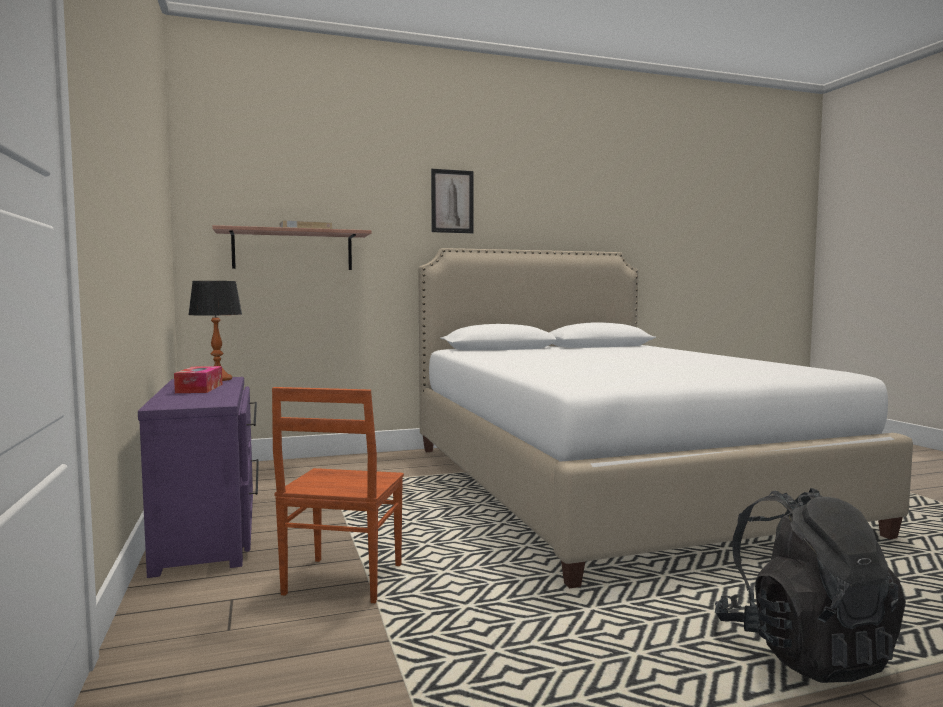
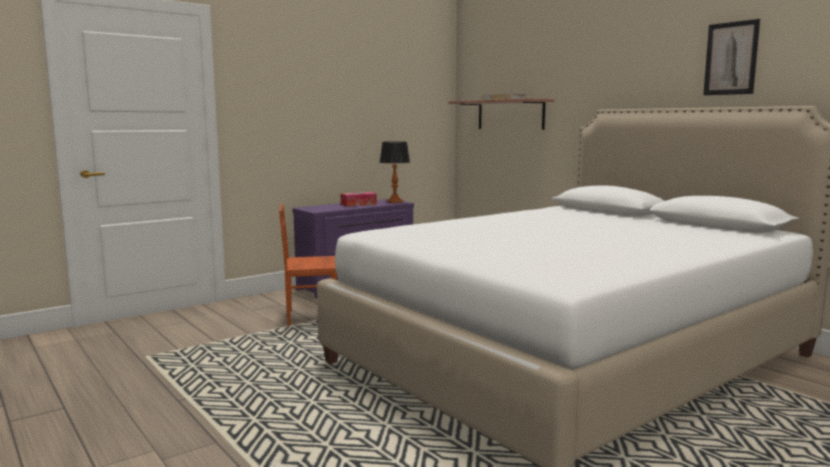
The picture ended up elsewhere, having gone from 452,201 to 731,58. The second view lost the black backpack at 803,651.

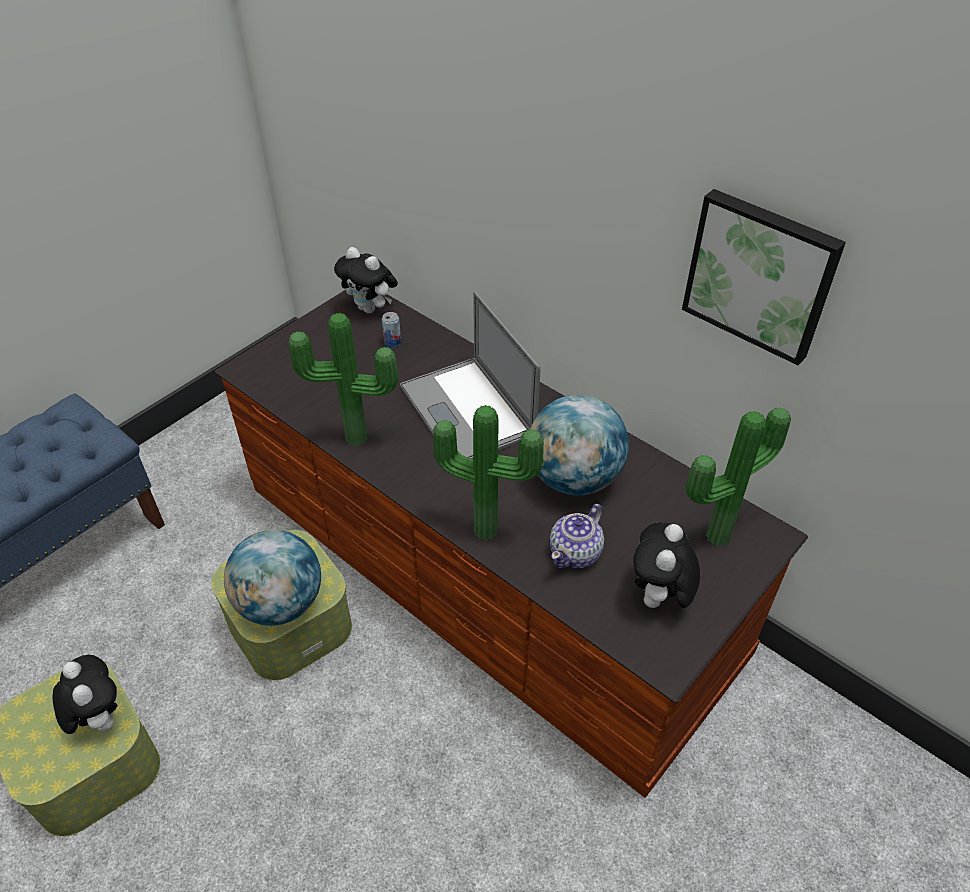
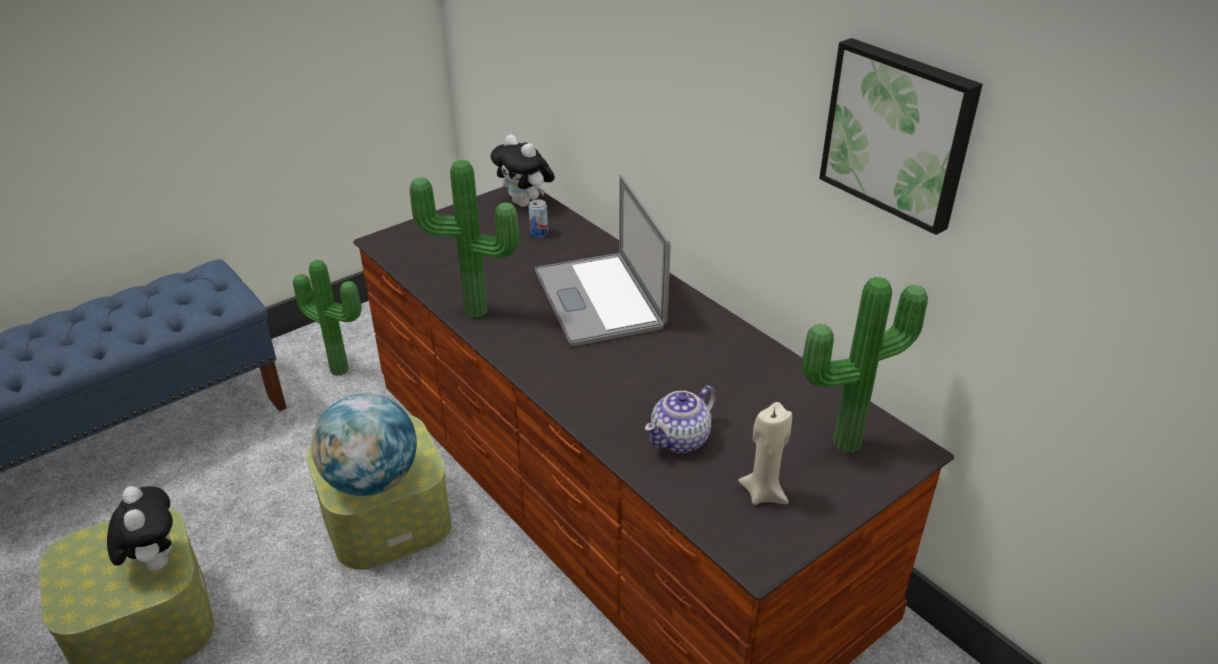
The second view lost the globe at 573,478. The potted plant ended up elsewhere, having gone from 486,527 to 341,368. Where the plush toy stood at 659,597, the beige candle came to stand at 763,493.

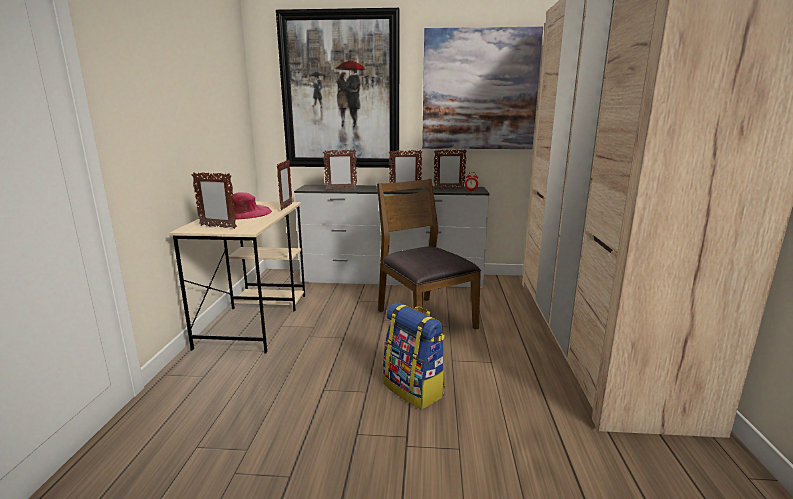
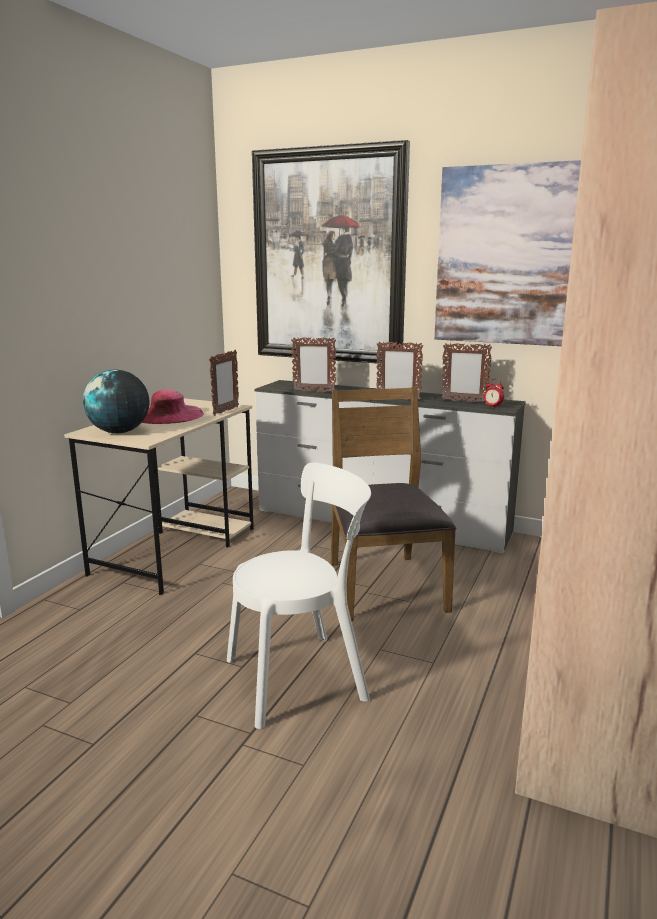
Where the picture frame stood at 217,227, the globe came to stand at 120,432. Where the backpack stood at 414,389, the white chair came to stand at 302,677.

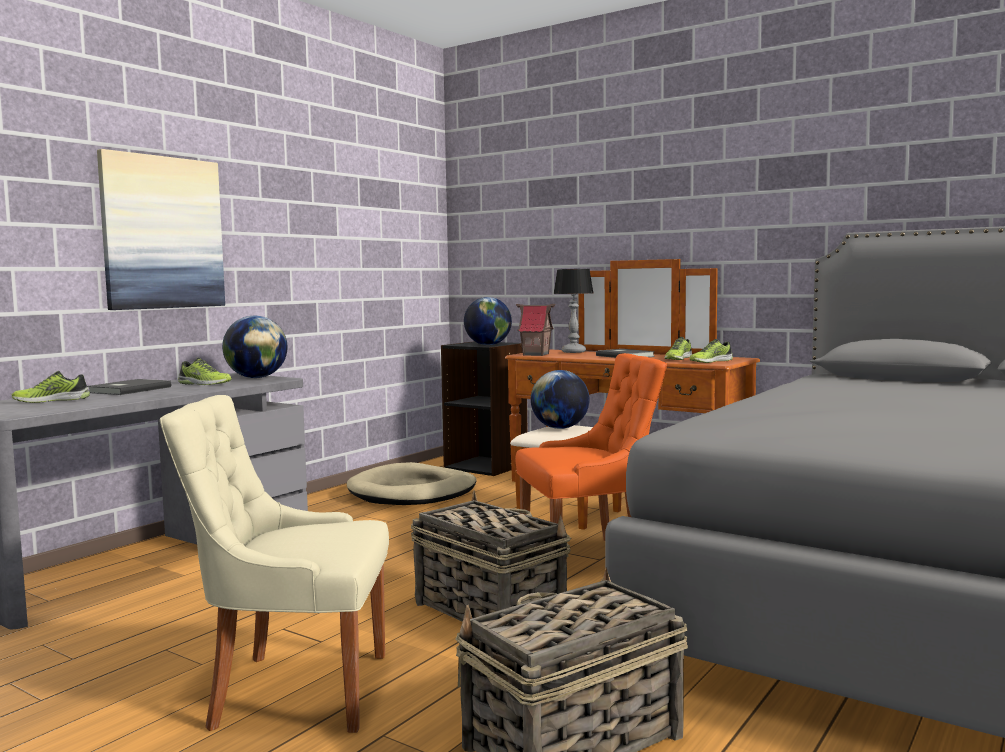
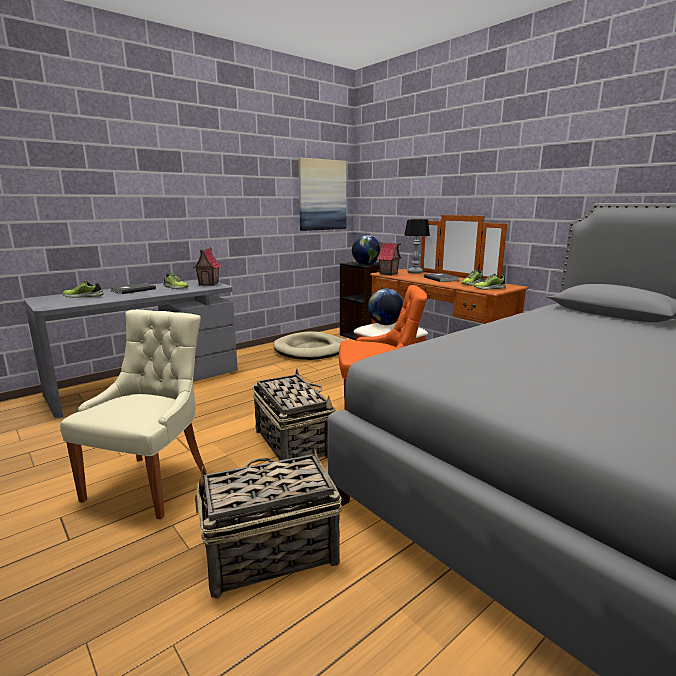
The picture ended up elsewhere, having gone from 162,233 to 322,195. Where the globe stood at 256,377, the toy house came to stand at 209,284. The beige chair at 294,690 ended up facing another way, 90 degrees clockwise from before.

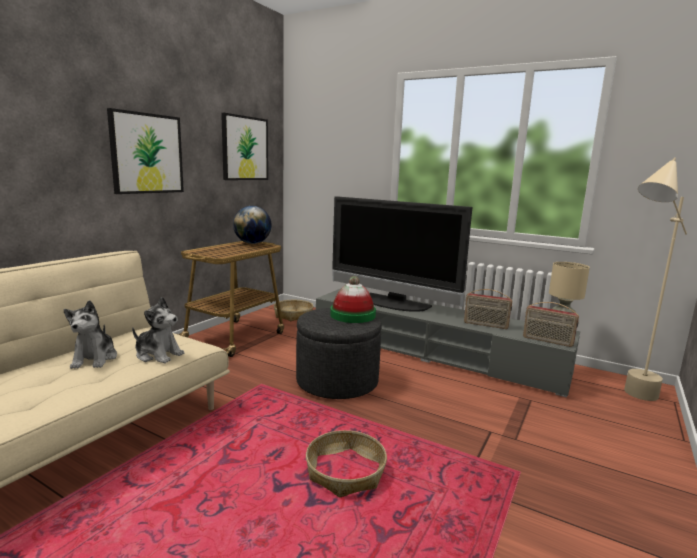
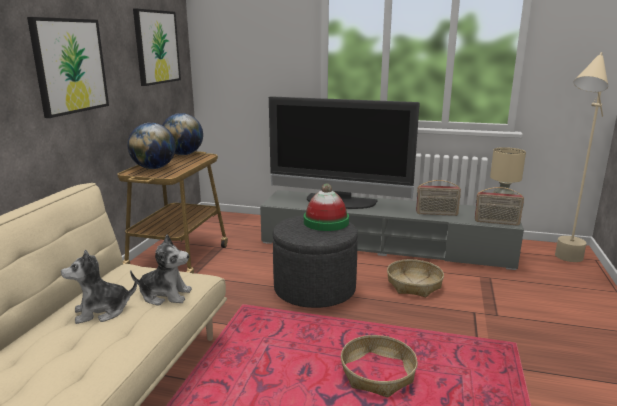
The plush toy at 95,359 ended up facing another way, 90 degrees clockwise from before. The basket ended up elsewhere, having gone from 293,315 to 414,285. The second view gained the globe at 154,168.

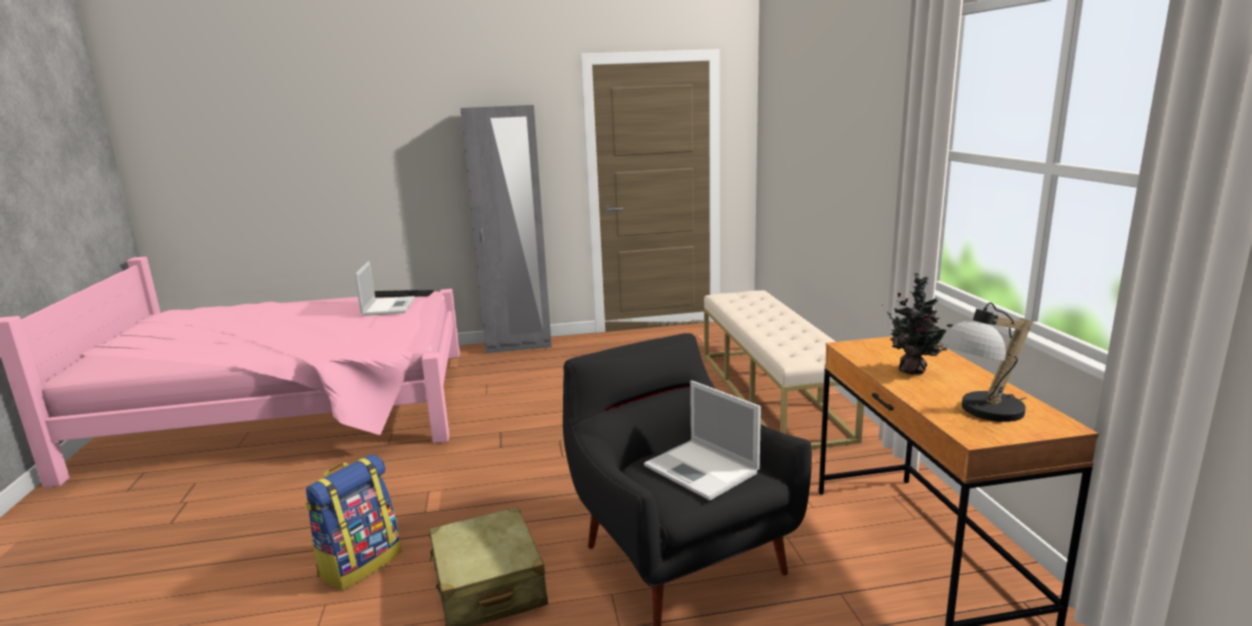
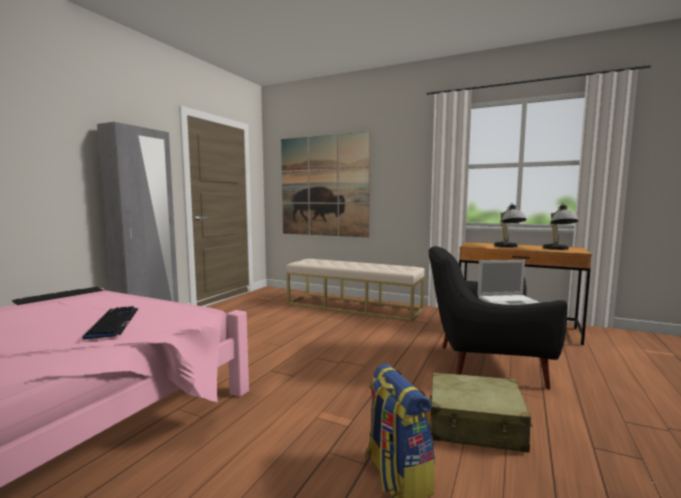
The second view lost the laptop at 388,306. Where the potted plant stood at 914,371, the table lamp came to stand at 508,247. The second view gained the picture at 323,186. The second view gained the keyboard at 113,323.

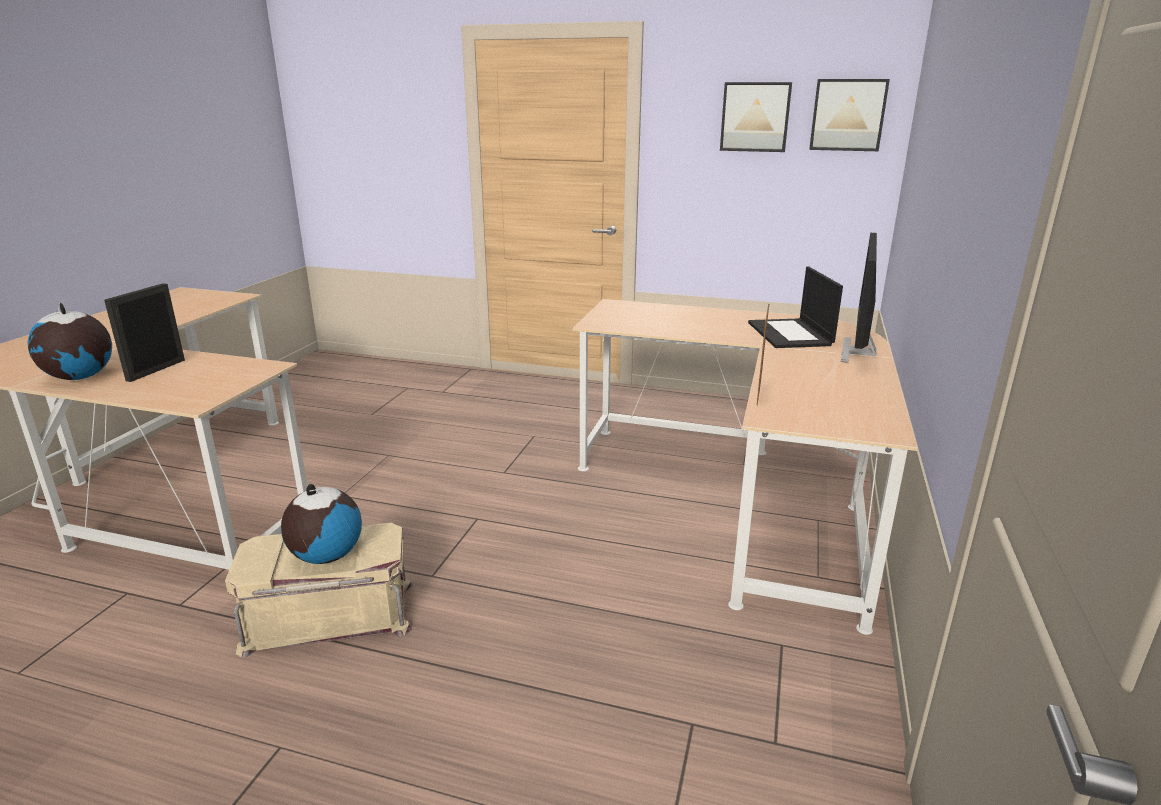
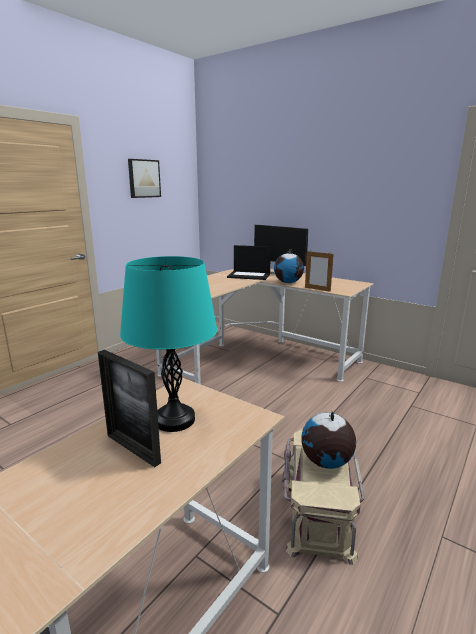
The second view lost the picture at 848,115. The globe ended up elsewhere, having gone from 80,377 to 288,282. The second view gained the turquoise table lamp at 174,420.

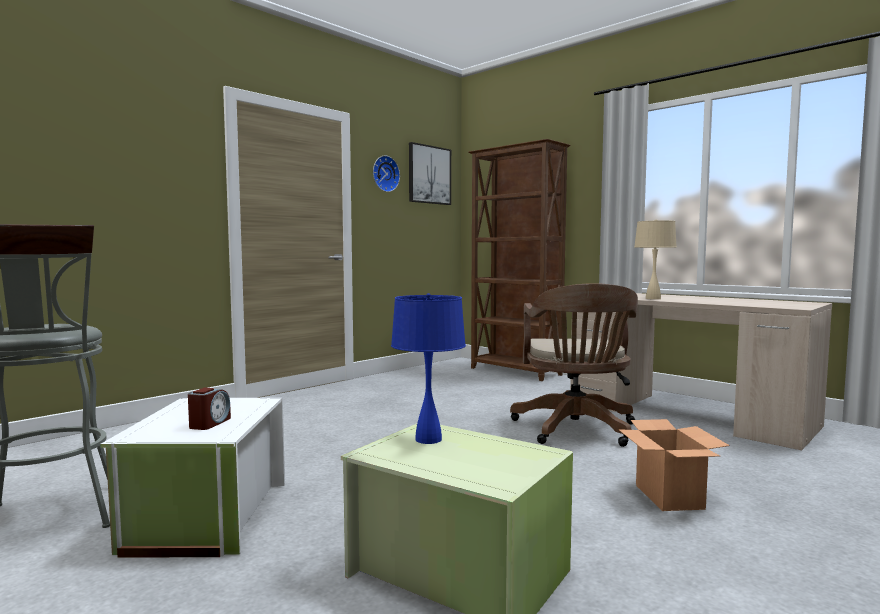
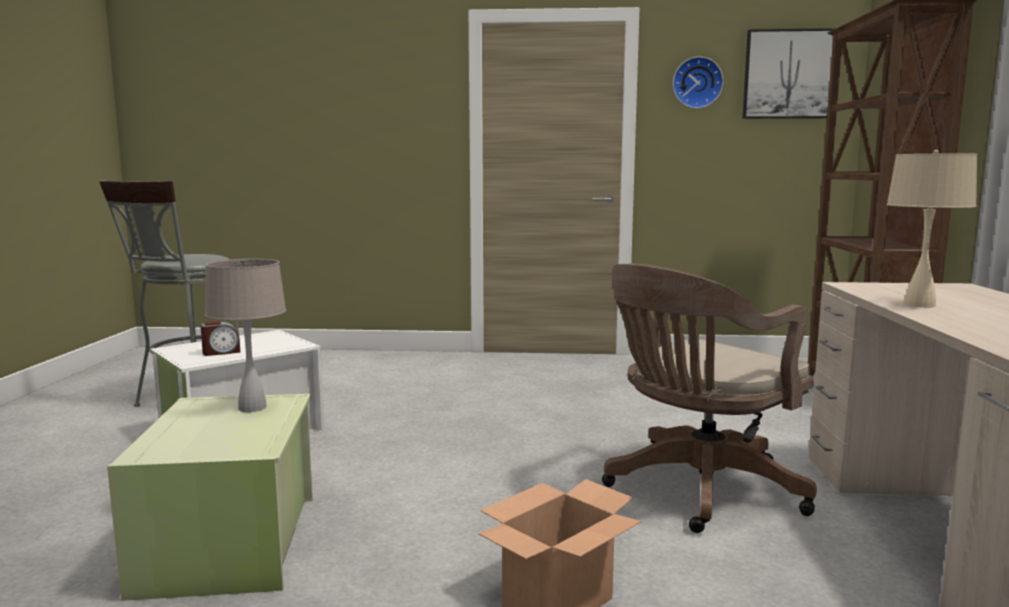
What was the blue table lamp at 429,439 turned into the beige table lamp at 252,407.

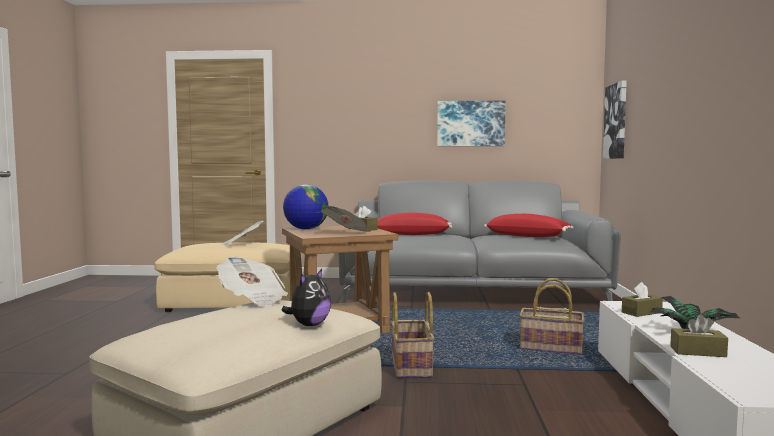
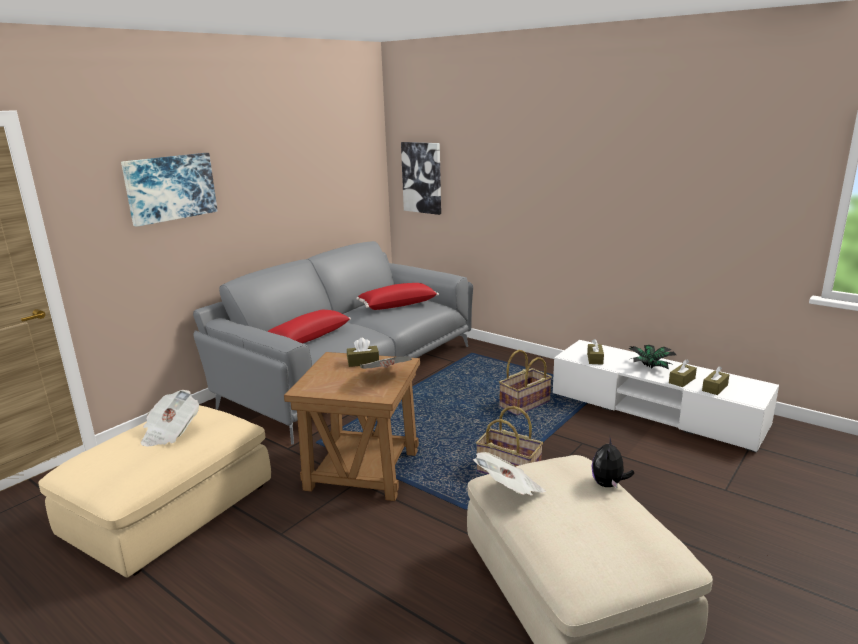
The picture ended up elsewhere, having gone from 470,123 to 170,188. The second view lost the globe at 305,229. The plush toy at 309,325 ended up facing another way, 135 degrees counterclockwise from before. The second view gained the brown tissue box at 715,388.

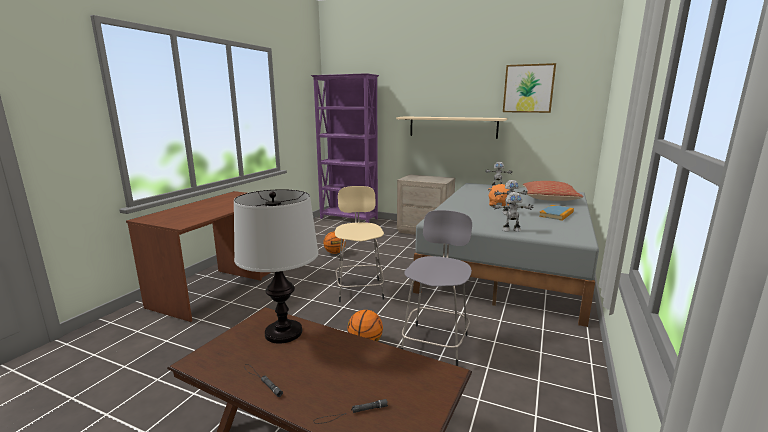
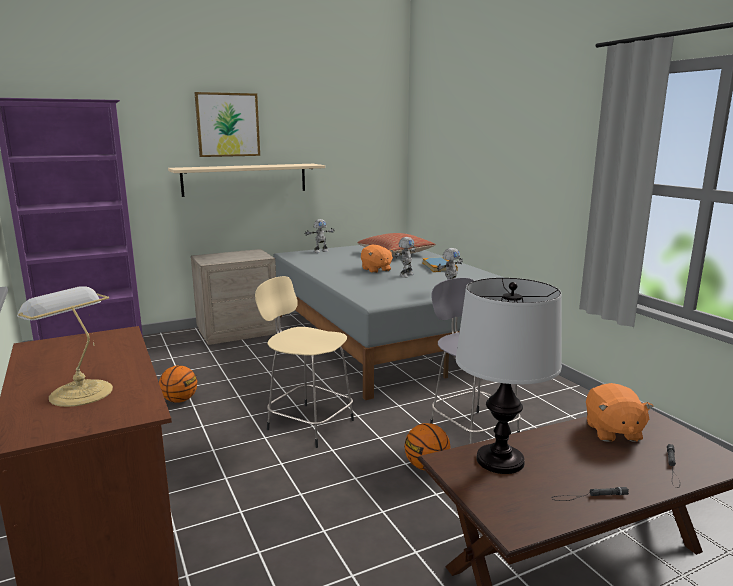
The picture ended up elsewhere, having gone from 528,88 to 228,125. The second view gained the table lamp at 78,392. The second view gained the orange plush toy at 612,431.

